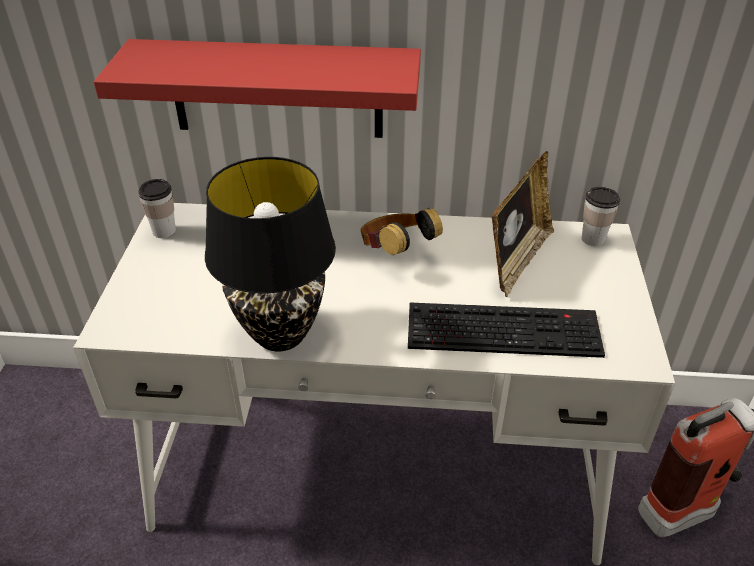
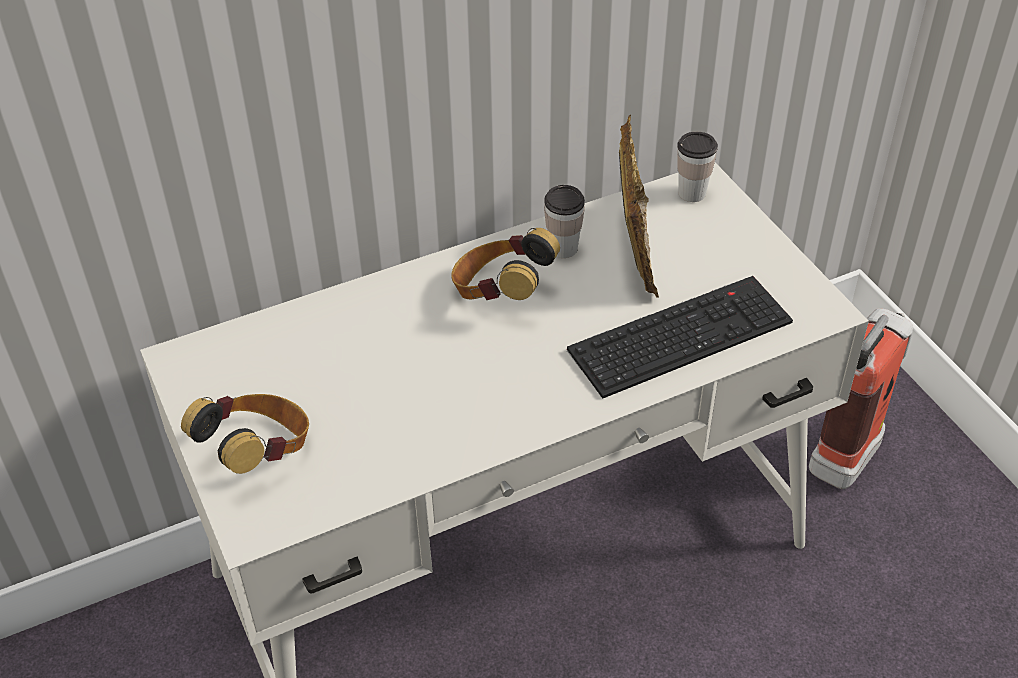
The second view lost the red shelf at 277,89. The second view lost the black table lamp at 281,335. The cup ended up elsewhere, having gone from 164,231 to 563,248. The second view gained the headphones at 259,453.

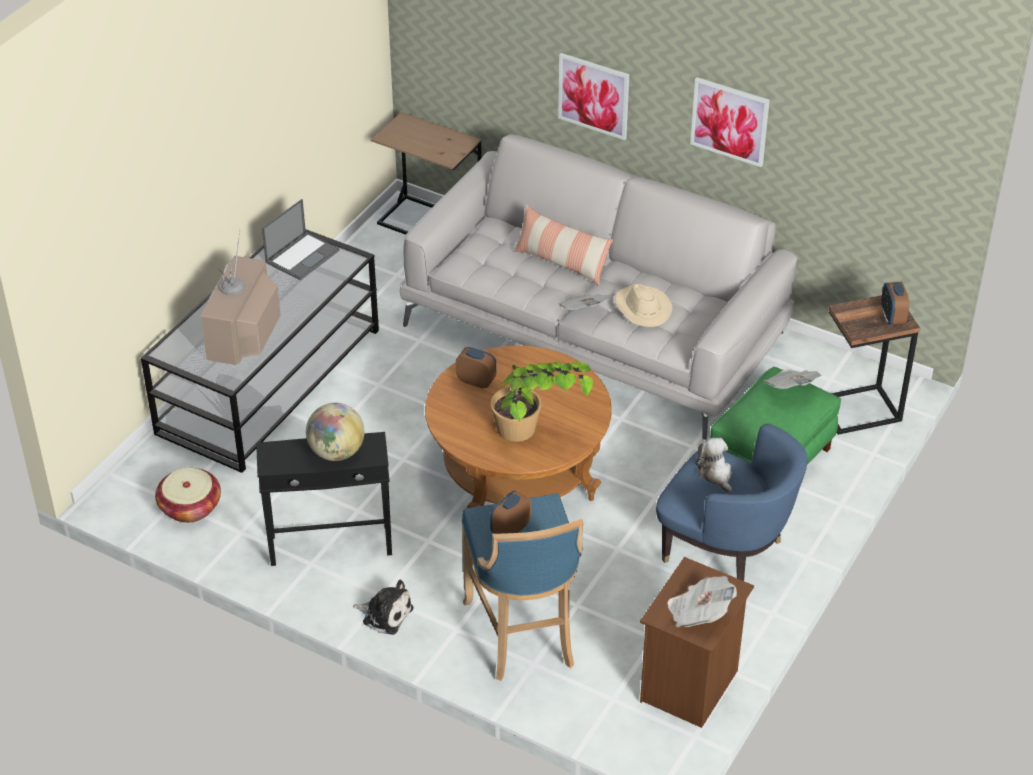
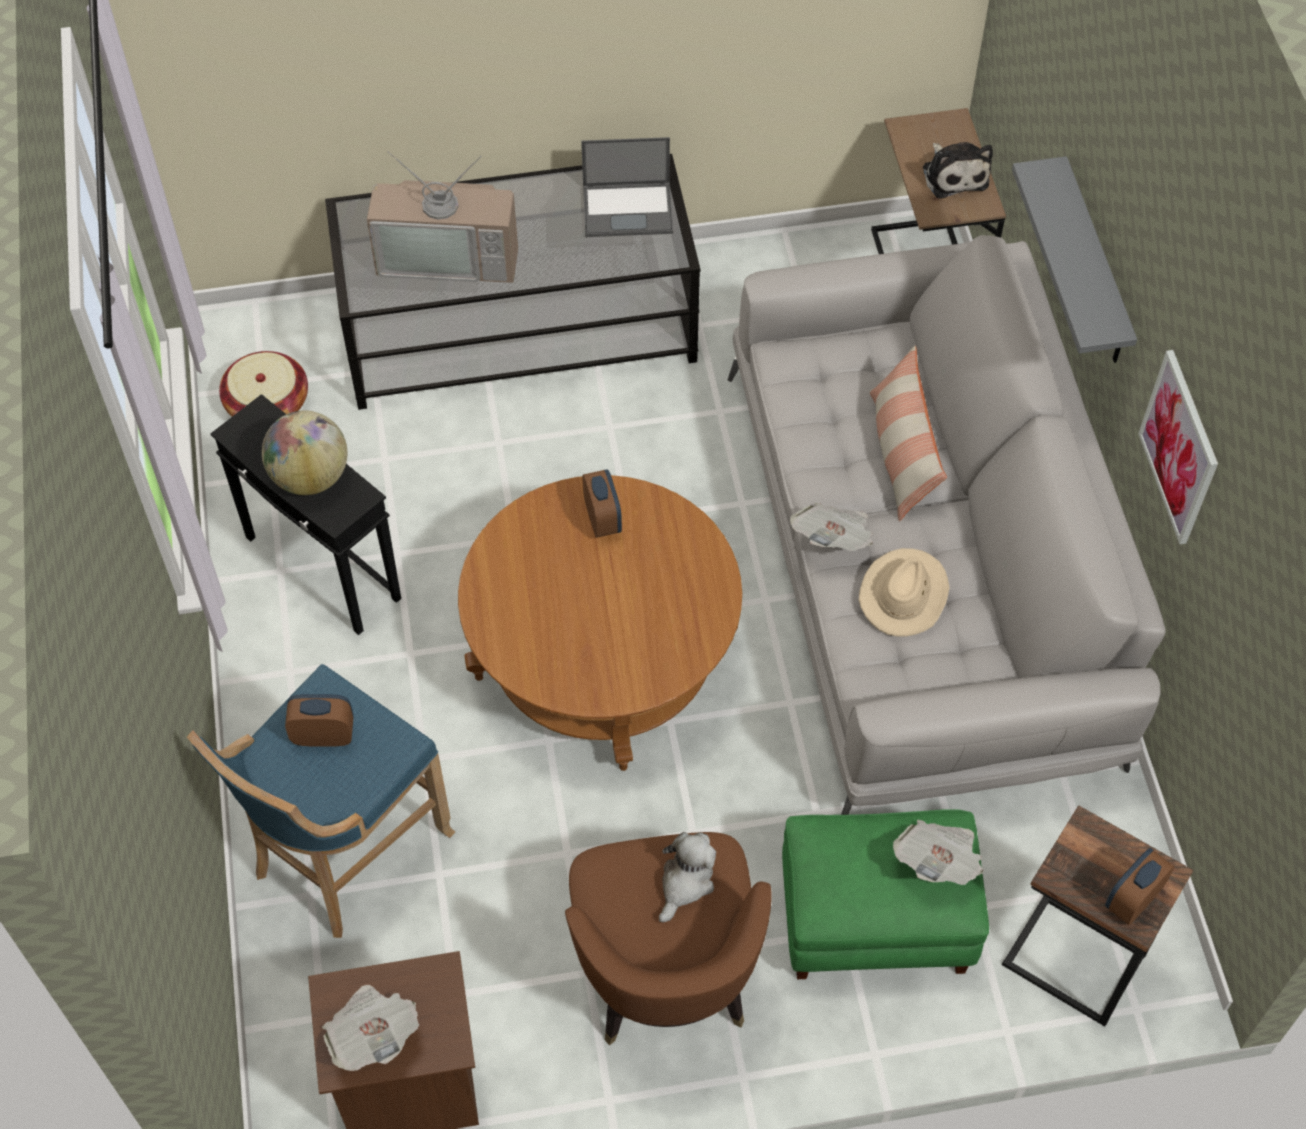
Where the picture hung at 594,95, the grey shelf came to hang at 1095,267. The television at 244,333 ended up facing another way, 150 degrees counterclockwise from before. The second view lost the potted plant at 535,434. What was the blue armchair at 725,552 turned into the brown armchair at 666,975. The plush toy ended up elsewhere, having gone from 385,614 to 954,174.

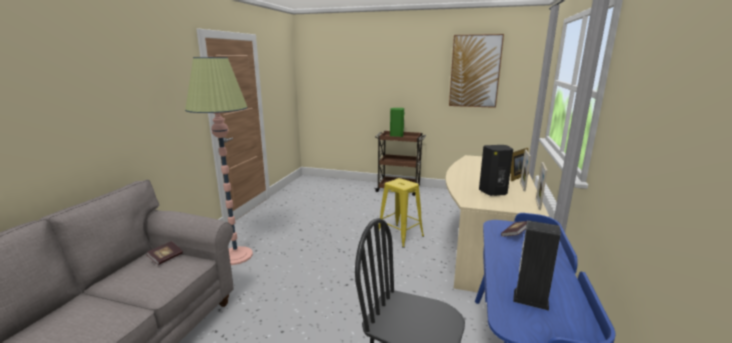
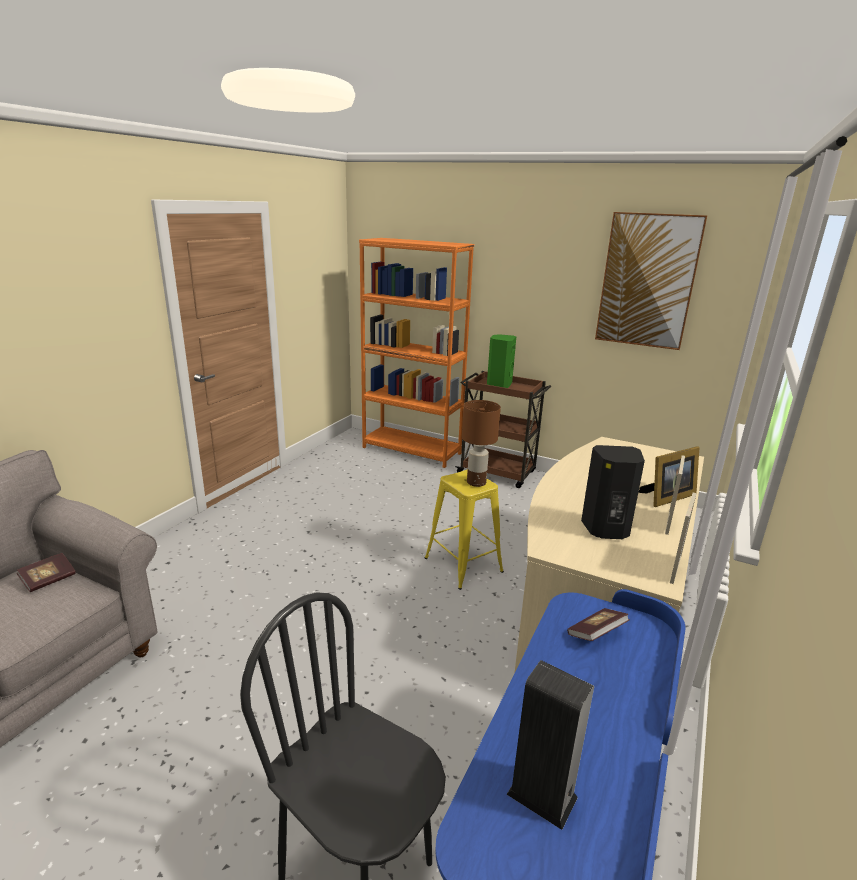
The second view lost the floor lamp at 236,256. The second view gained the orange bookcase at 411,450. The second view gained the brown table lamp at 476,482.

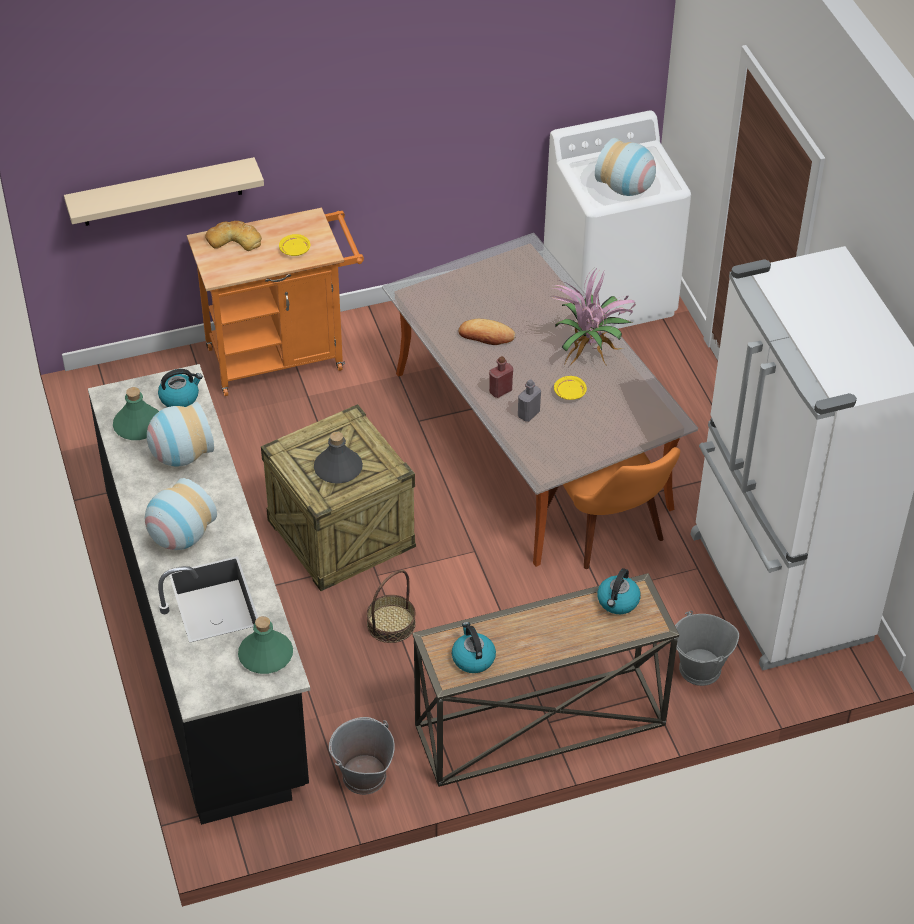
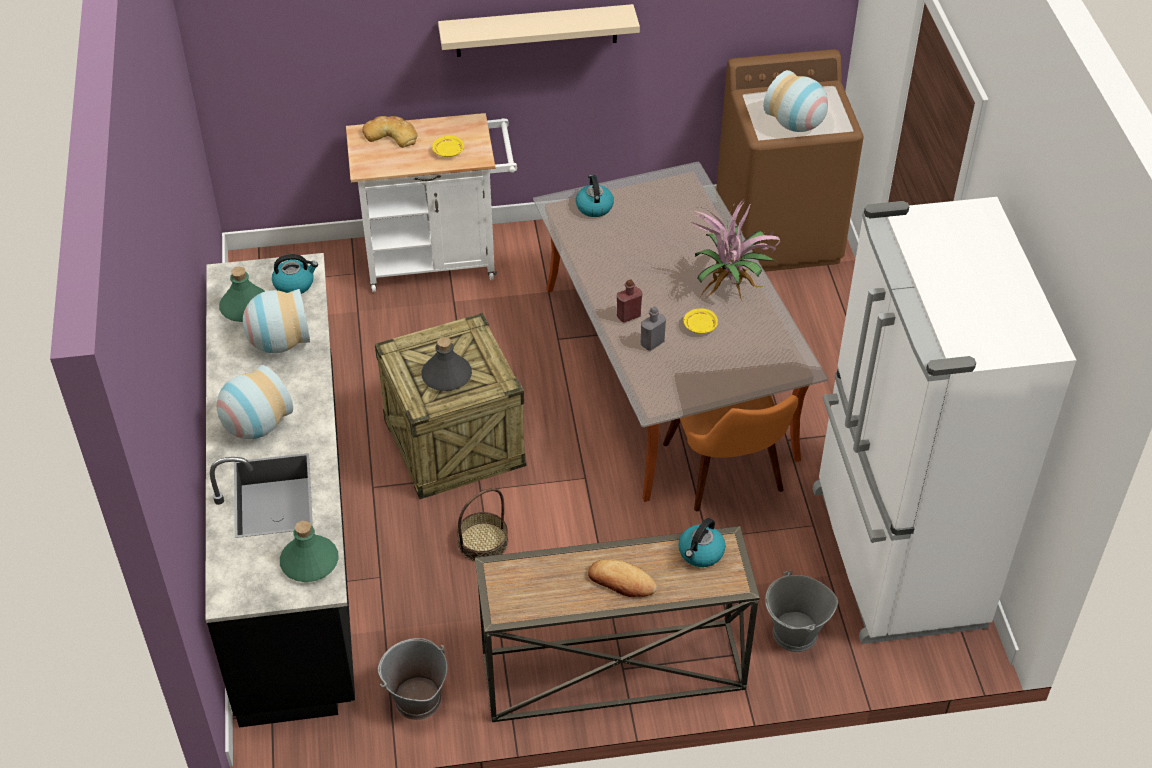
What was the white washing machine at 610,292 turned into the brown washing machine at 779,233. The beige shelf ended up elsewhere, having gone from 162,192 to 536,30. What was the orange cart at 283,356 turned into the white cart at 439,259. The bread ended up elsewhere, having gone from 486,336 to 621,582. The kettle ended up elsewhere, having gone from 472,658 to 594,206.

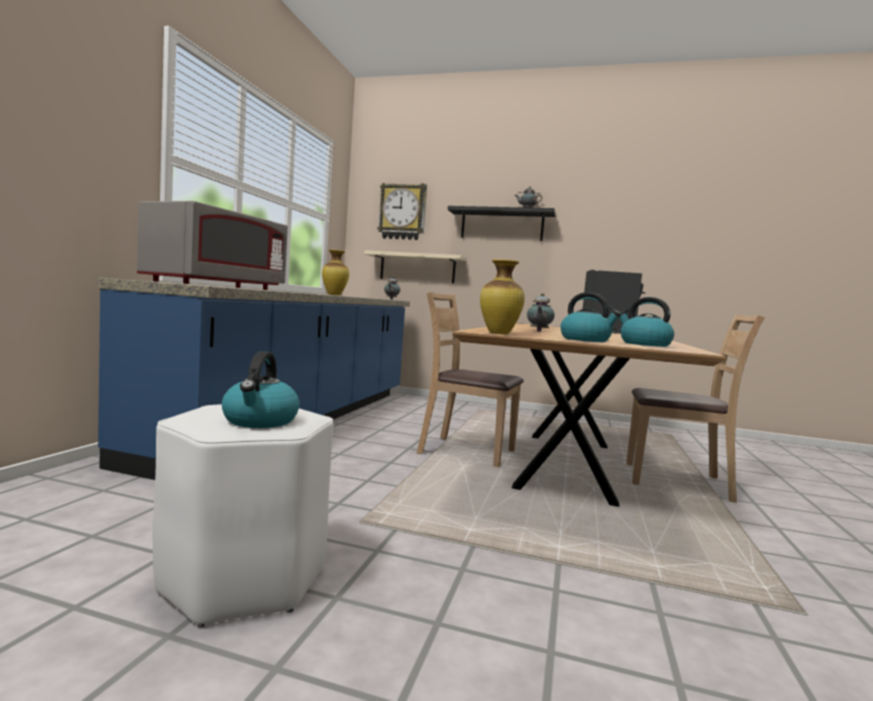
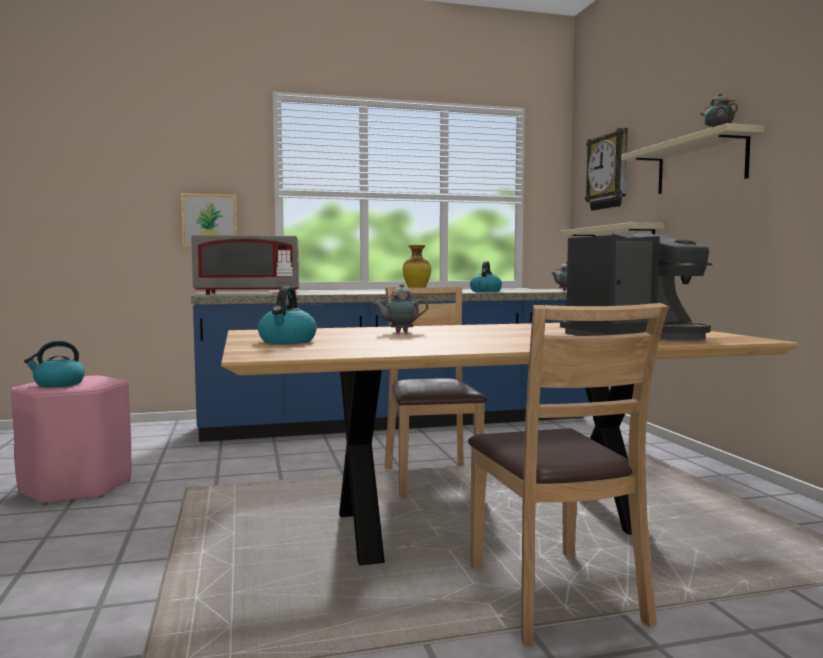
What was the black shelf at 502,225 turned into the beige shelf at 700,164. The second view lost the vase at 499,334. The kettle ended up elsewhere, having gone from 644,344 to 485,291. What was the white stool at 243,579 turned into the pink stool at 76,487. The second view gained the picture at 209,221.

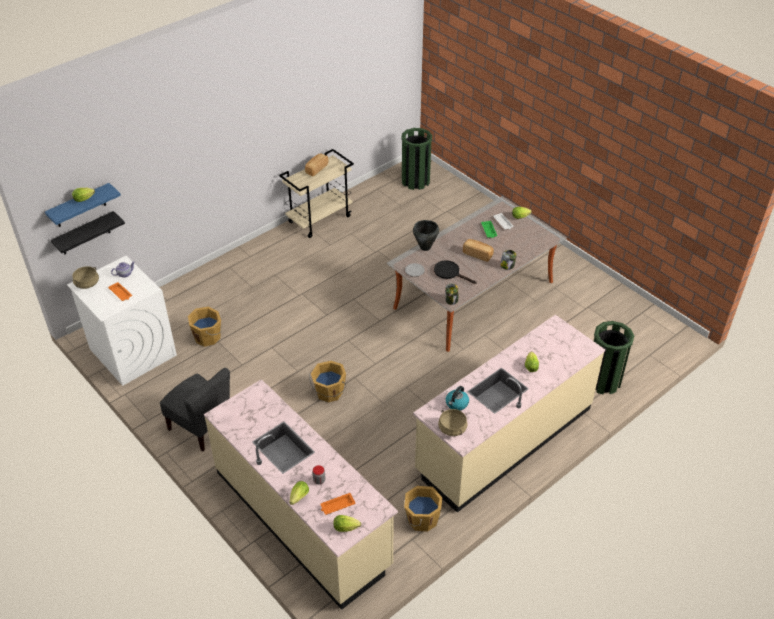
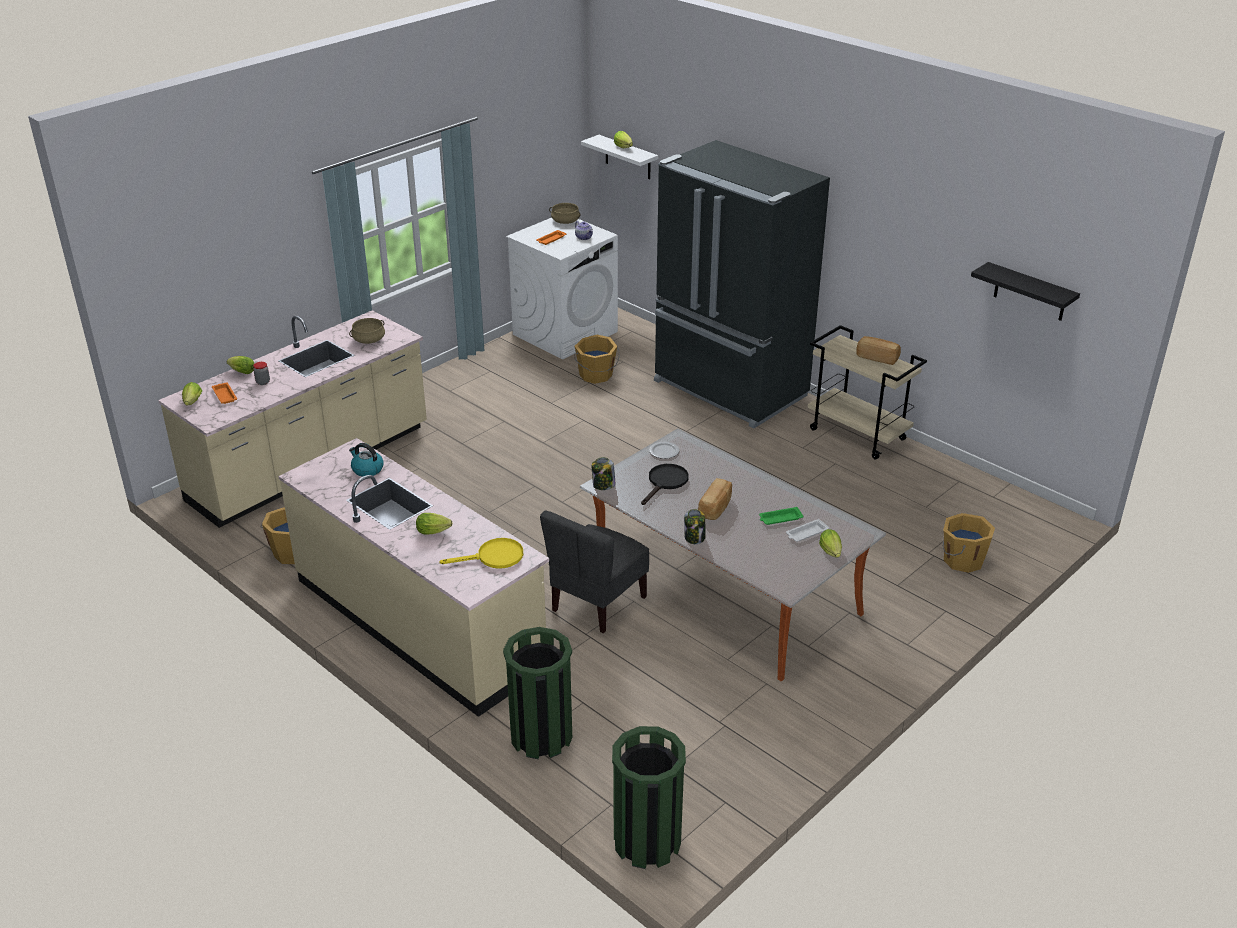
The green trash can ended up elsewhere, having gone from 415,181 to 647,841. What was the blue shelf at 80,206 turned into the white shelf at 628,157. The black shelf ended up elsewhere, having gone from 85,234 to 1030,292. The second view lost the black cooking pot at 425,247. The orange bucket ended up elsewhere, having gone from 329,392 to 962,560. The grey chair ended up elsewhere, having gone from 202,427 to 597,603. The beige cooking pot ended up elsewhere, having gone from 452,428 to 369,340. The second view gained the black fridge at 729,390. The second view gained the yellow frying pan at 493,557.

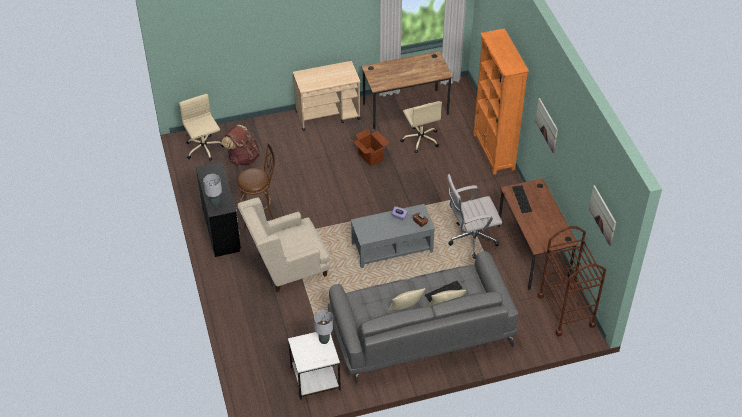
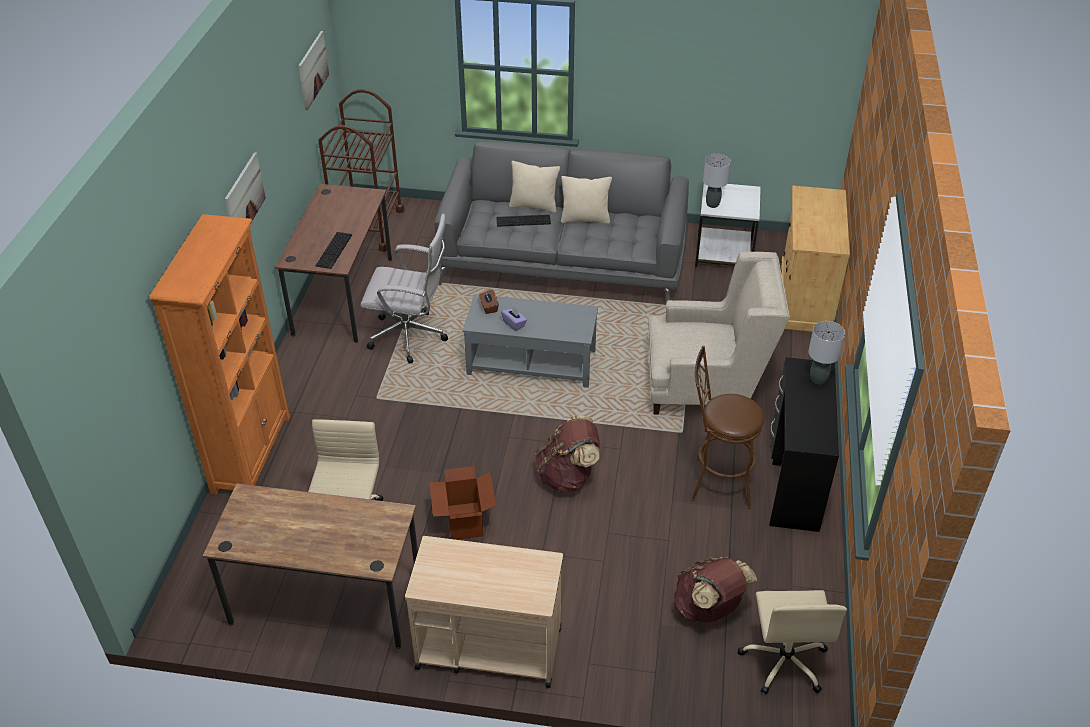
The second view gained the beige cabinet at 805,297. The second view gained the brown backpack at 568,476.

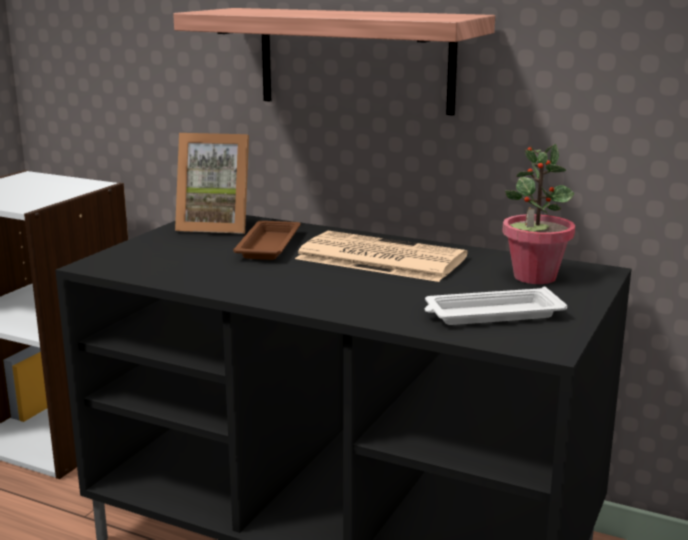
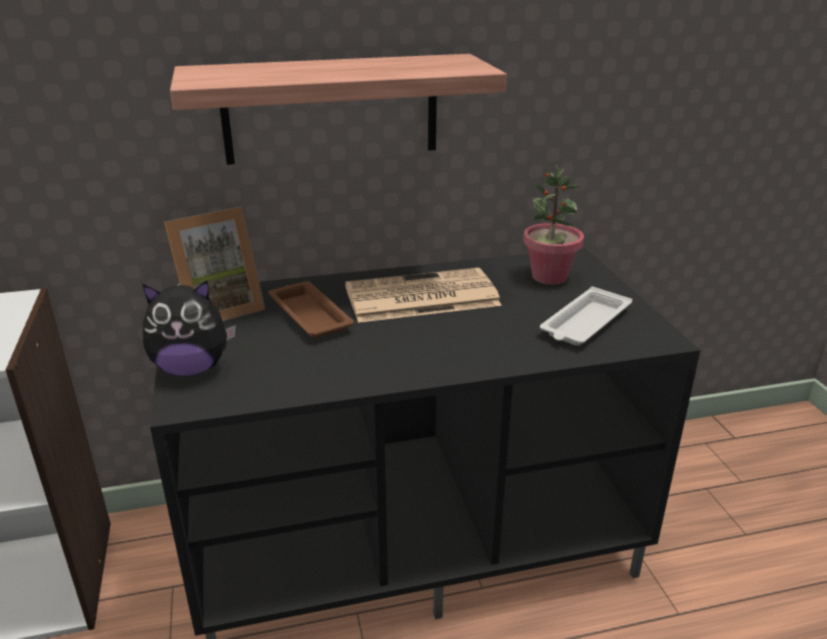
The second view gained the plush toy at 192,368.

